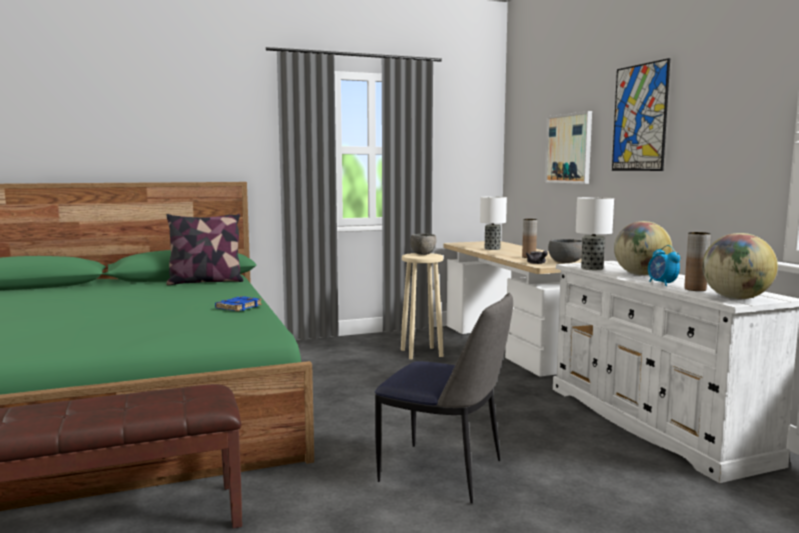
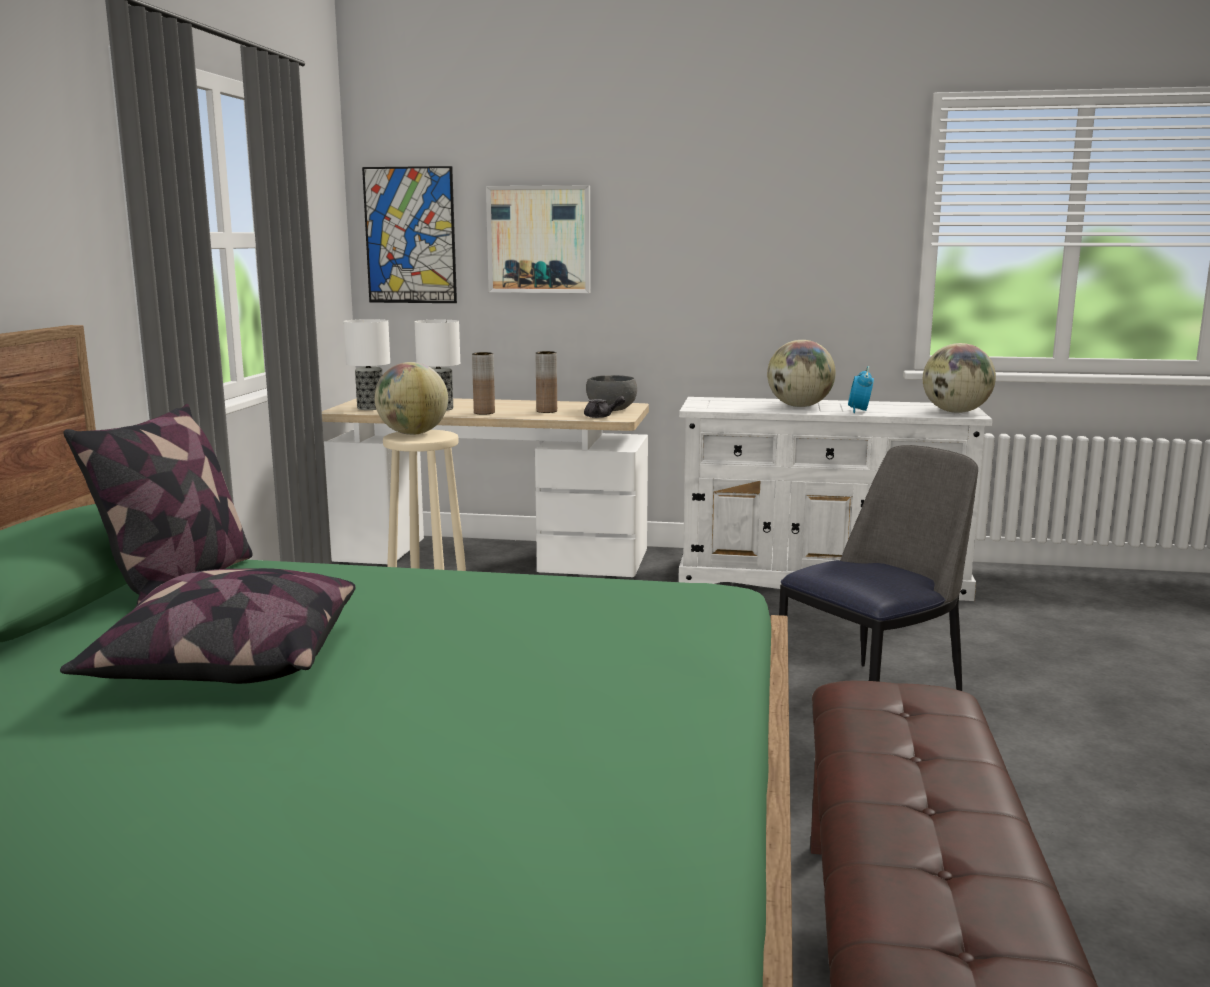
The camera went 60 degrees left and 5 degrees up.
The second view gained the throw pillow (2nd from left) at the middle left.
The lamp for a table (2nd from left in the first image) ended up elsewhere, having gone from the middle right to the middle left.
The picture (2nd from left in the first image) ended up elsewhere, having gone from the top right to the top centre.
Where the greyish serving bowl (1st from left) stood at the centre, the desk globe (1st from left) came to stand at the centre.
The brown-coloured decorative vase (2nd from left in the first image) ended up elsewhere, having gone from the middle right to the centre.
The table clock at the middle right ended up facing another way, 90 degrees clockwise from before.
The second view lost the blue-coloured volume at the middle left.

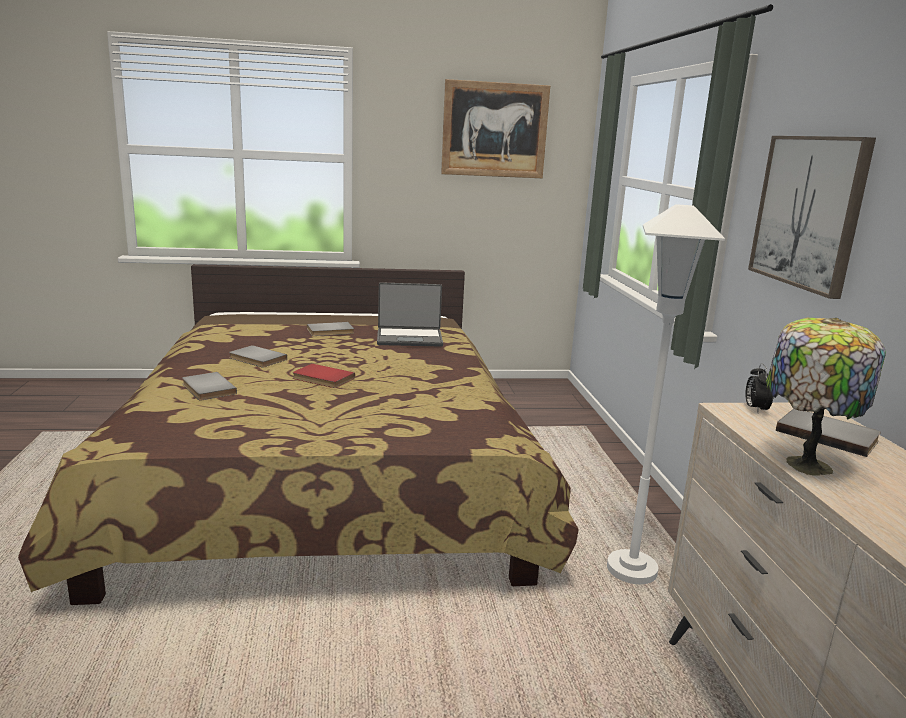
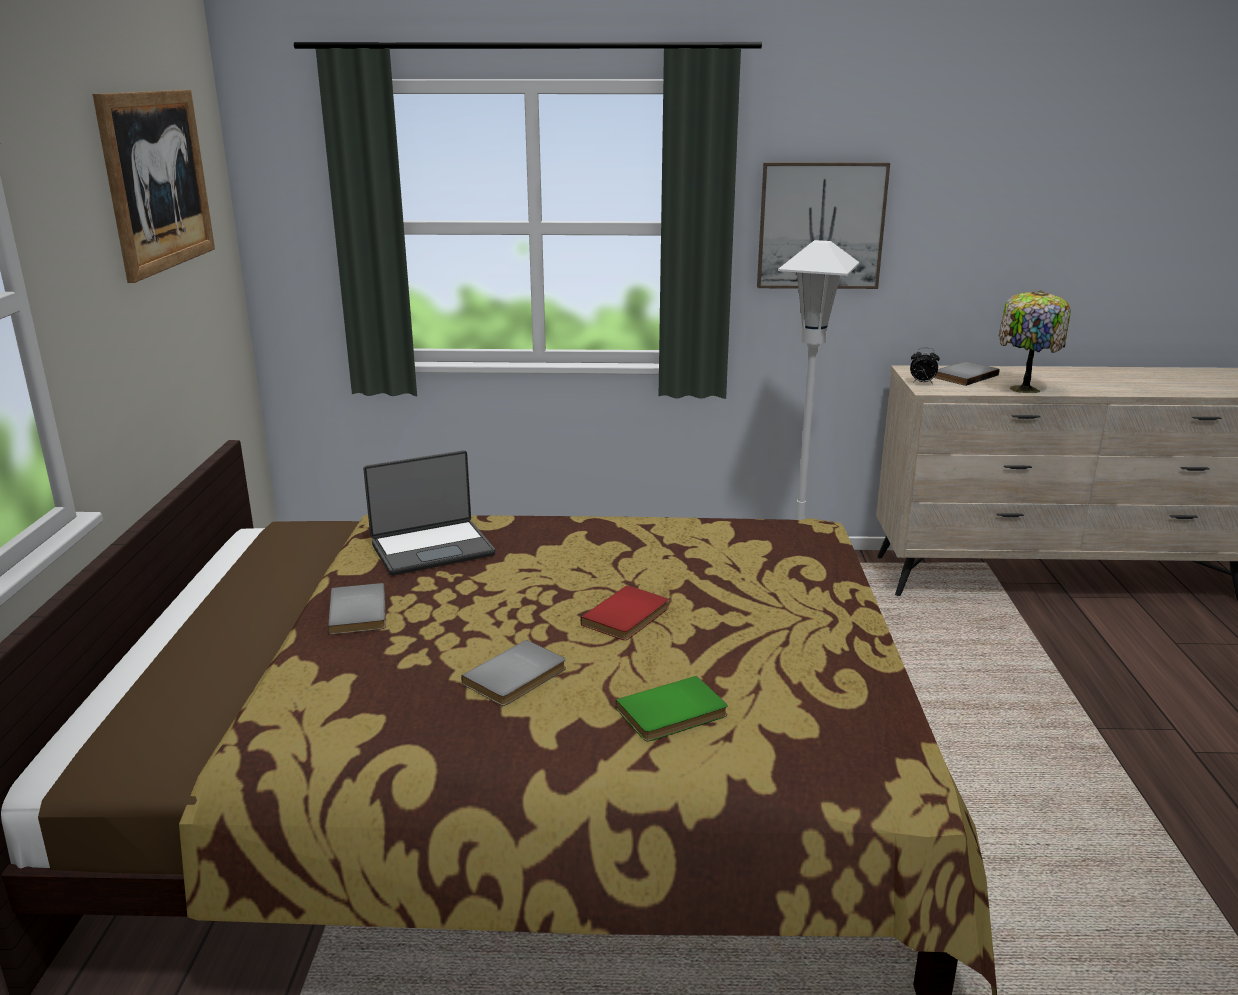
The camera went 80 degrees left and 5 degrees up.
The portable computer at the centre ended up facing another way, 60 degrees clockwise from before.
What was the greyish volume (1st from left) at the middle left turned into the greenish volume at the bottom centre.

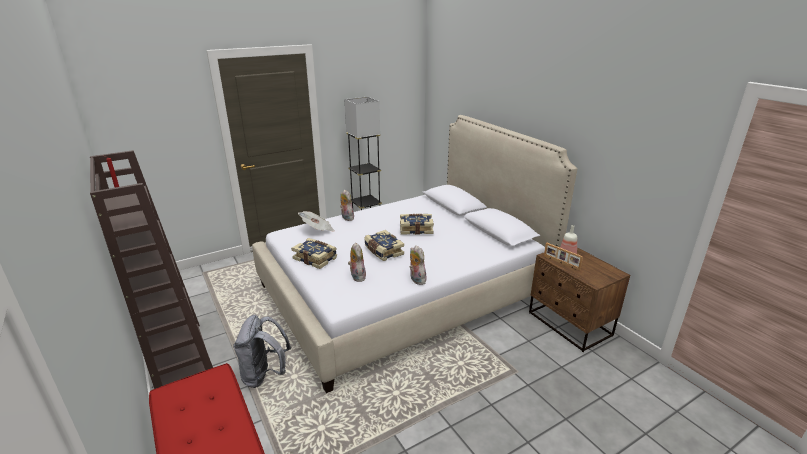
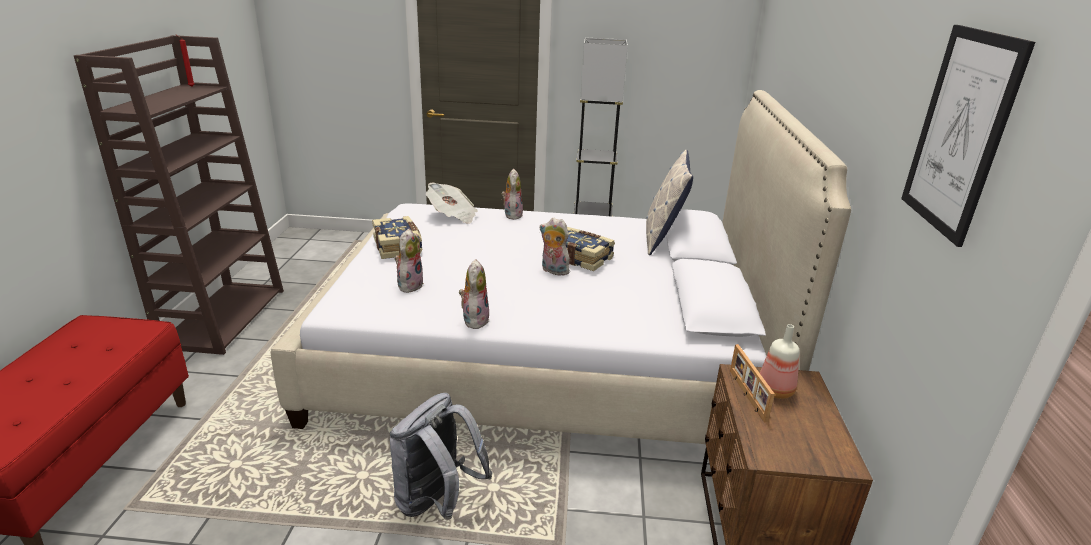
The camera went 35 degrees right and 0 degrees up.
The greyish backpack ended up elsewhere, having gone from the bottom left to the bottom centre.
The second view gained the cuddly toy (4th from left) at the centre.
The second view gained the throw pillow at the centre.
The second view gained the picture at the top right.
The second view lost the volume (2nd from left) at the centre.

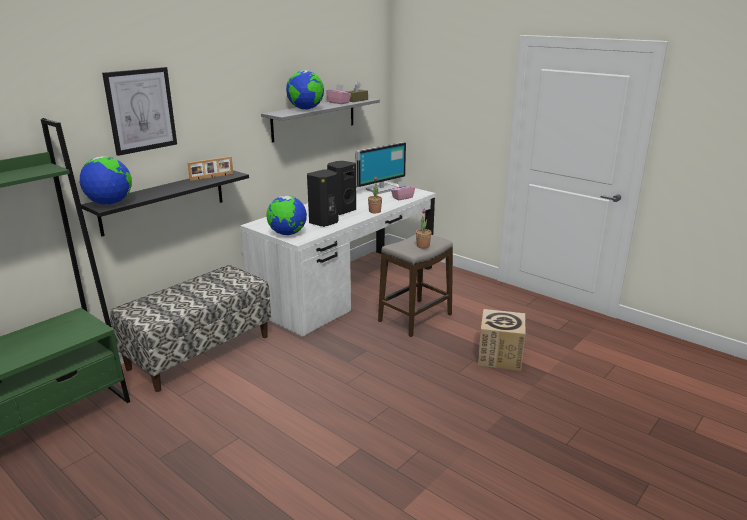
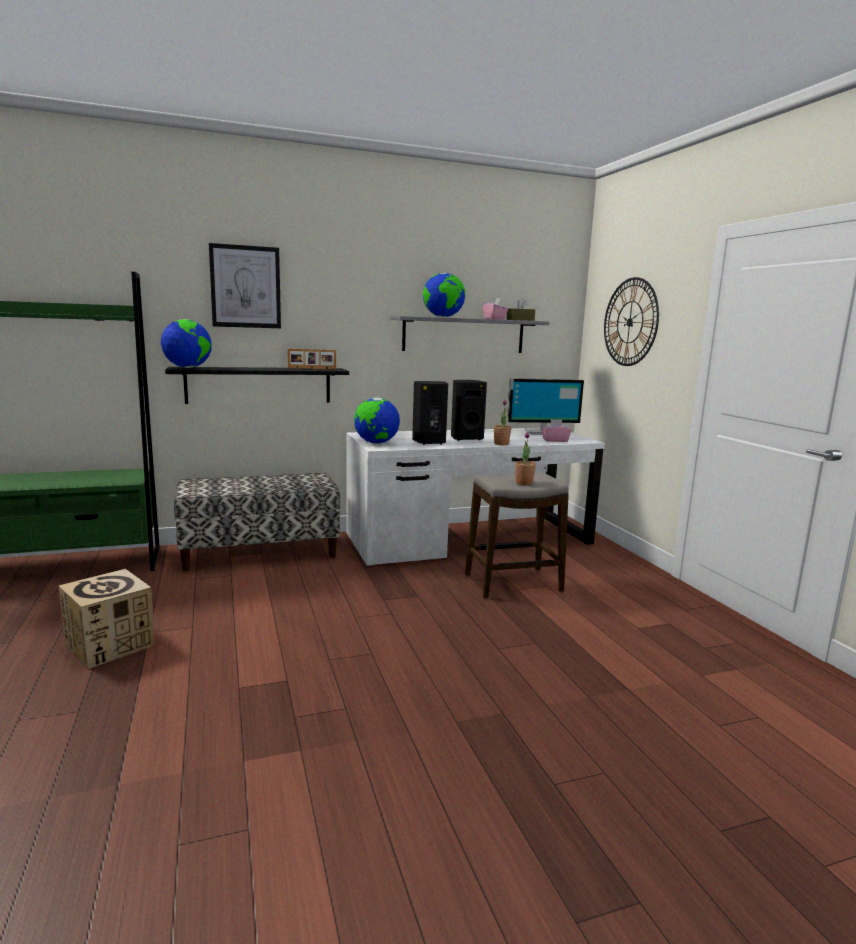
The camera went 30 degrees right and 10 degrees down.
The packing box ended up elsewhere, having gone from the middle right to the middle left.
The second view gained the clock on the wall at the middle right.

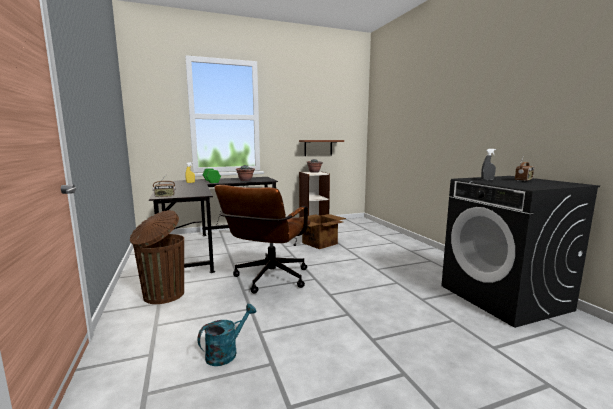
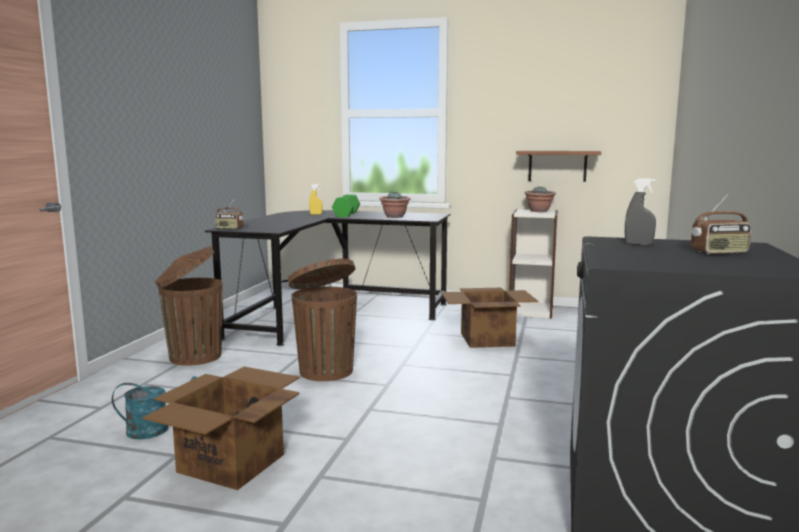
The camera went 35 degrees right and 0 degrees up.
The second view gained the packing box (1st from left) at the bottom left.
Where the brown-coloured computer chair stood at the centre, the brown-coloured waste bin (2nd from left) came to stand at the centre.

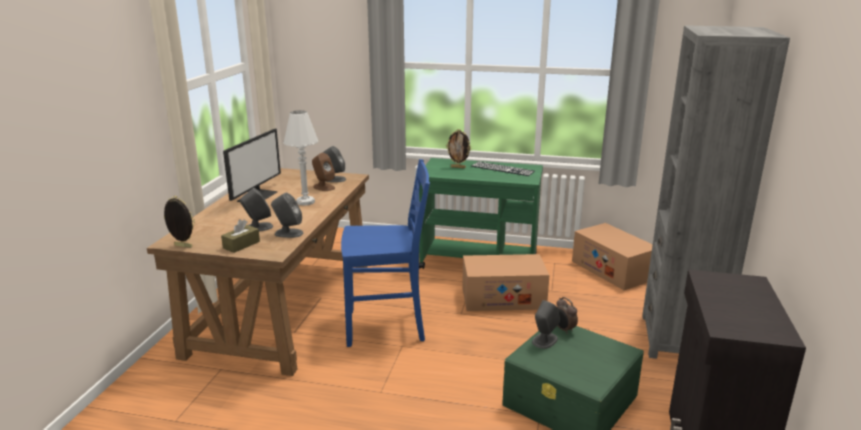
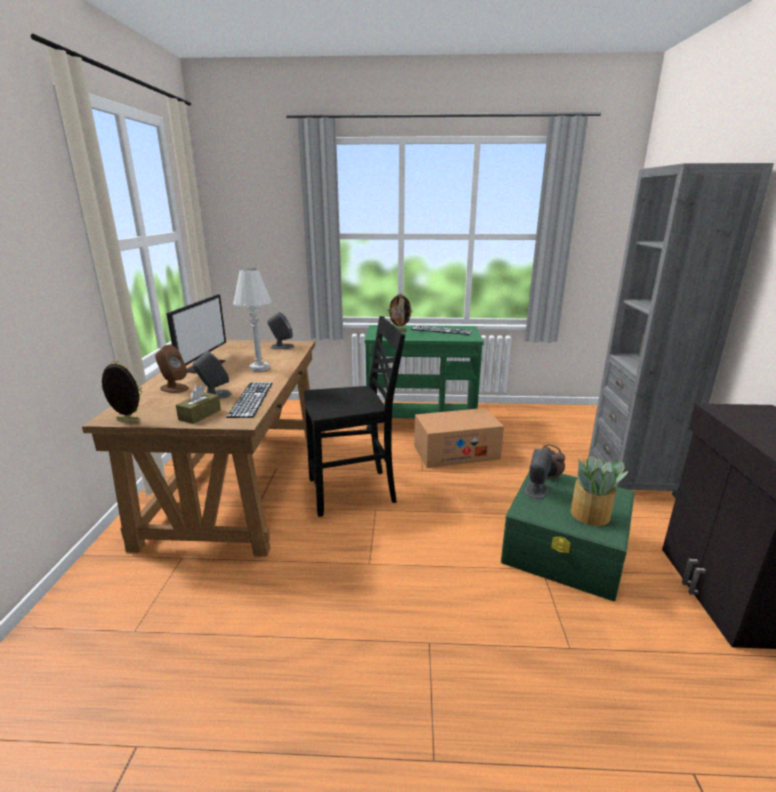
The camera went 10 degrees left and 0 degrees up.
The brown-coloured speaker ended up elsewhere, having gone from the centre to the middle left.
Where the greyish speaker (2nd from left) stood at the centre, the PC keyboard (1st from left) came to stand at the middle left.
What was the blue-coloured chair at the centre turned into the black chair at the centre.
The second view gained the plant in a pot at the middle right.
The second view lost the packing box (2nd from left) at the middle right.

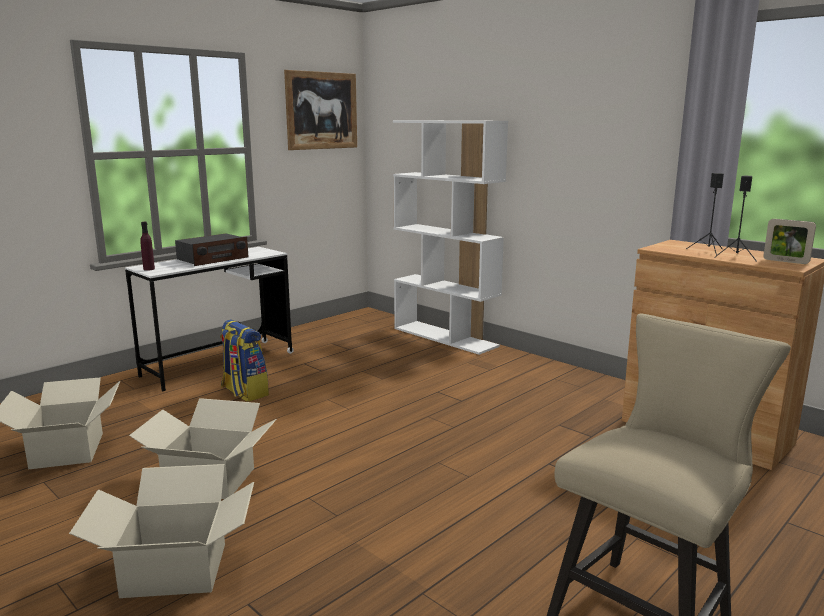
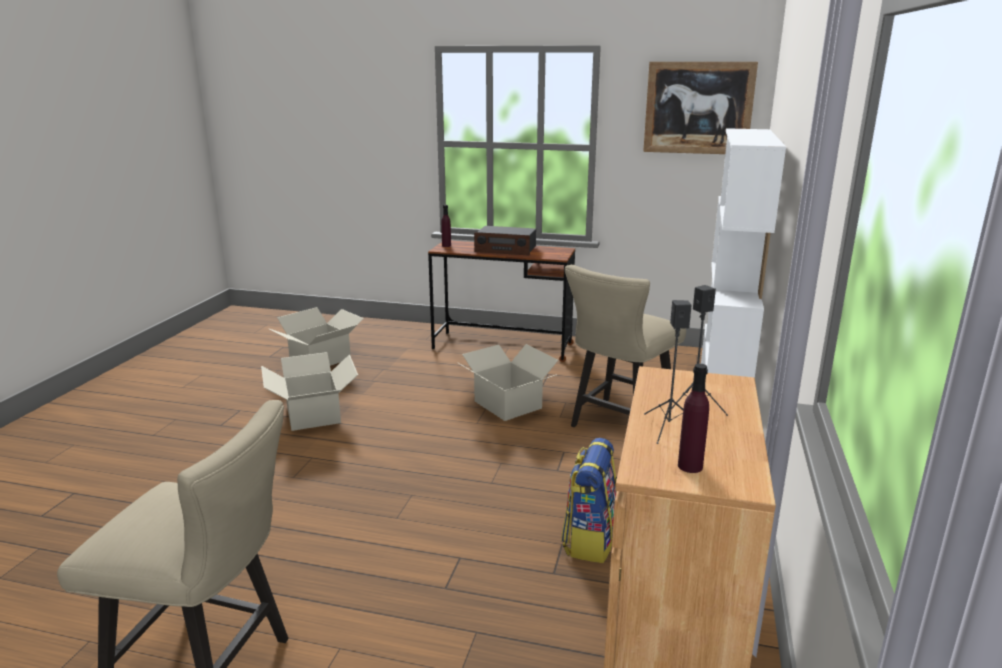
The camera went 60 degrees right and 5 degrees up.
What was the white desk table at the middle left turned into the brown-coloured desk table at the centre.
The packing box (2nd from left in the first image) ended up elsewhere, having gone from the bottom left to the centre.
The backpack ended up elsewhere, having gone from the middle left to the bottom centre.
The second view gained the beige chair (2nd from left) at the centre.
Where the standing frame stood at the middle right, the purplish drink bottle (2nd from left) came to stand at the middle right.

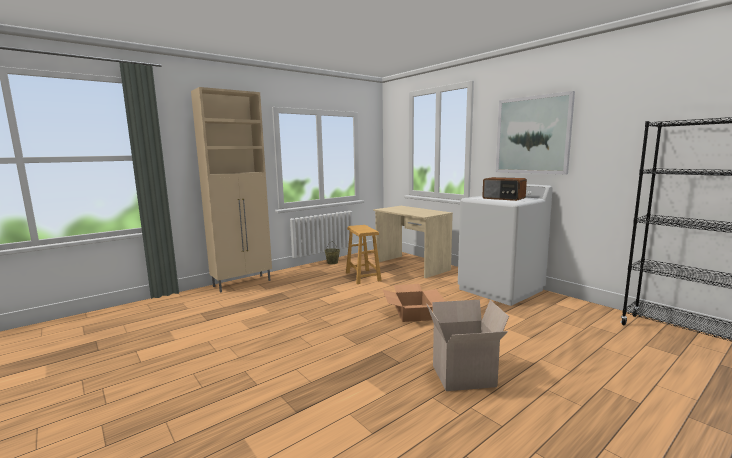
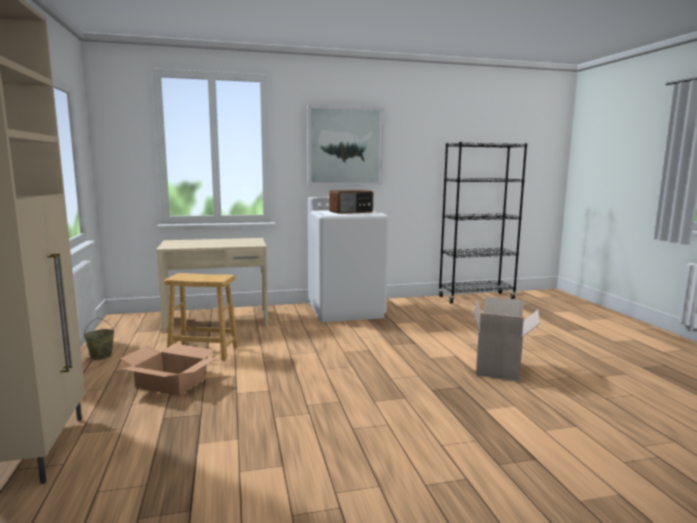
The camera went 65 degrees left and 0 degrees up.
The packing box (1st from left) ended up elsewhere, having gone from the centre to the bottom left.

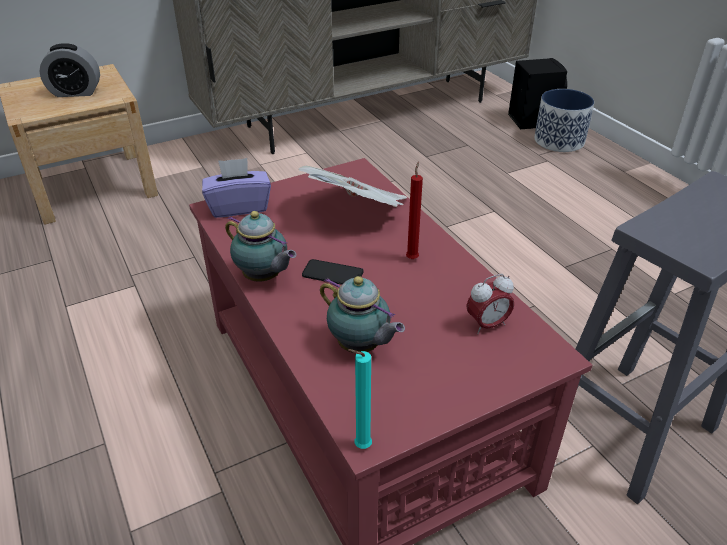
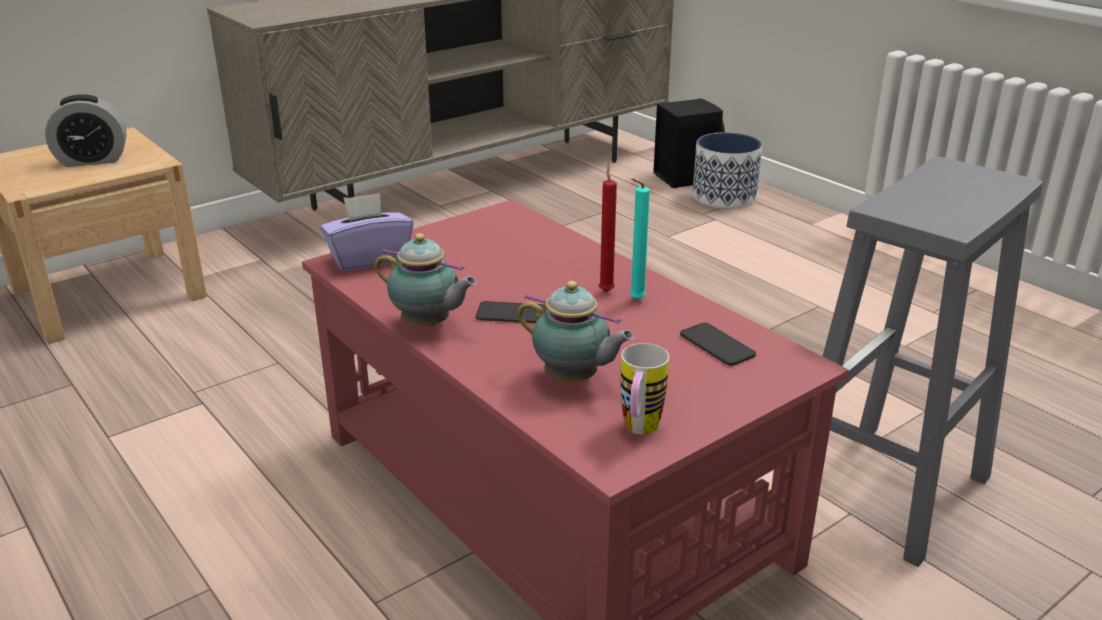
The camera went 10 degrees left and 10 degrees down.
The second view gained the coffee mug at the centre.
The turquoise-coloured candle ended up elsewhere, having gone from the bottom centre to the centre.
Where the table clock (2nd from left) stood at the middle right, the telephone (2nd from left) came to stand at the centre.
The second view lost the daily paper at the centre.

